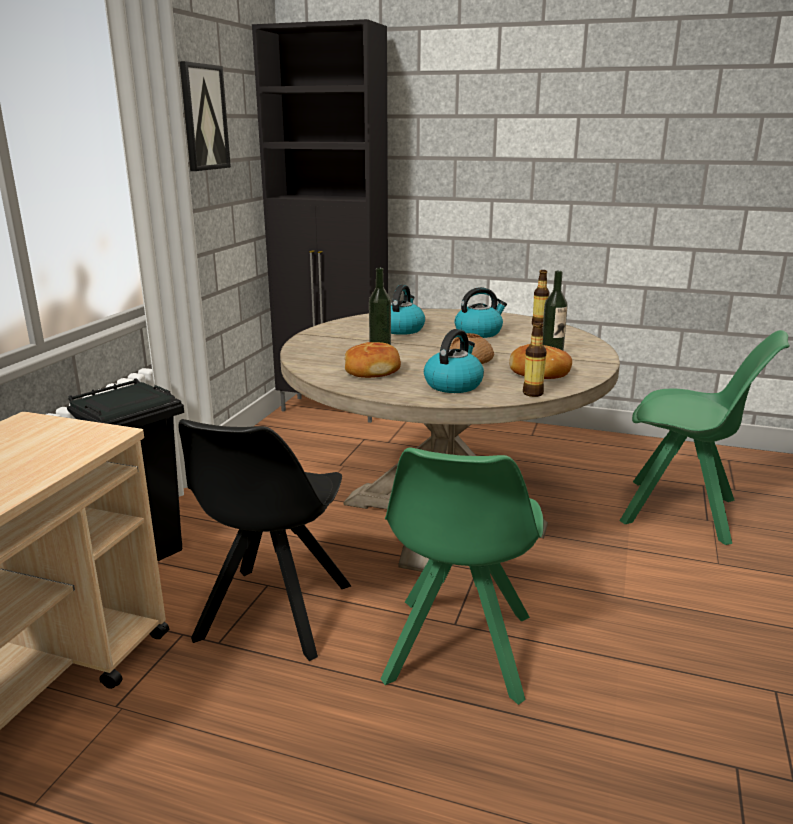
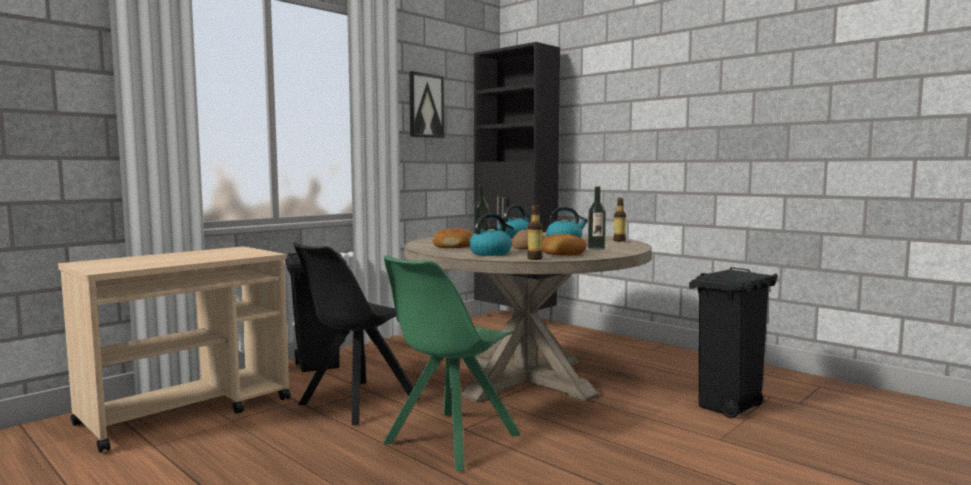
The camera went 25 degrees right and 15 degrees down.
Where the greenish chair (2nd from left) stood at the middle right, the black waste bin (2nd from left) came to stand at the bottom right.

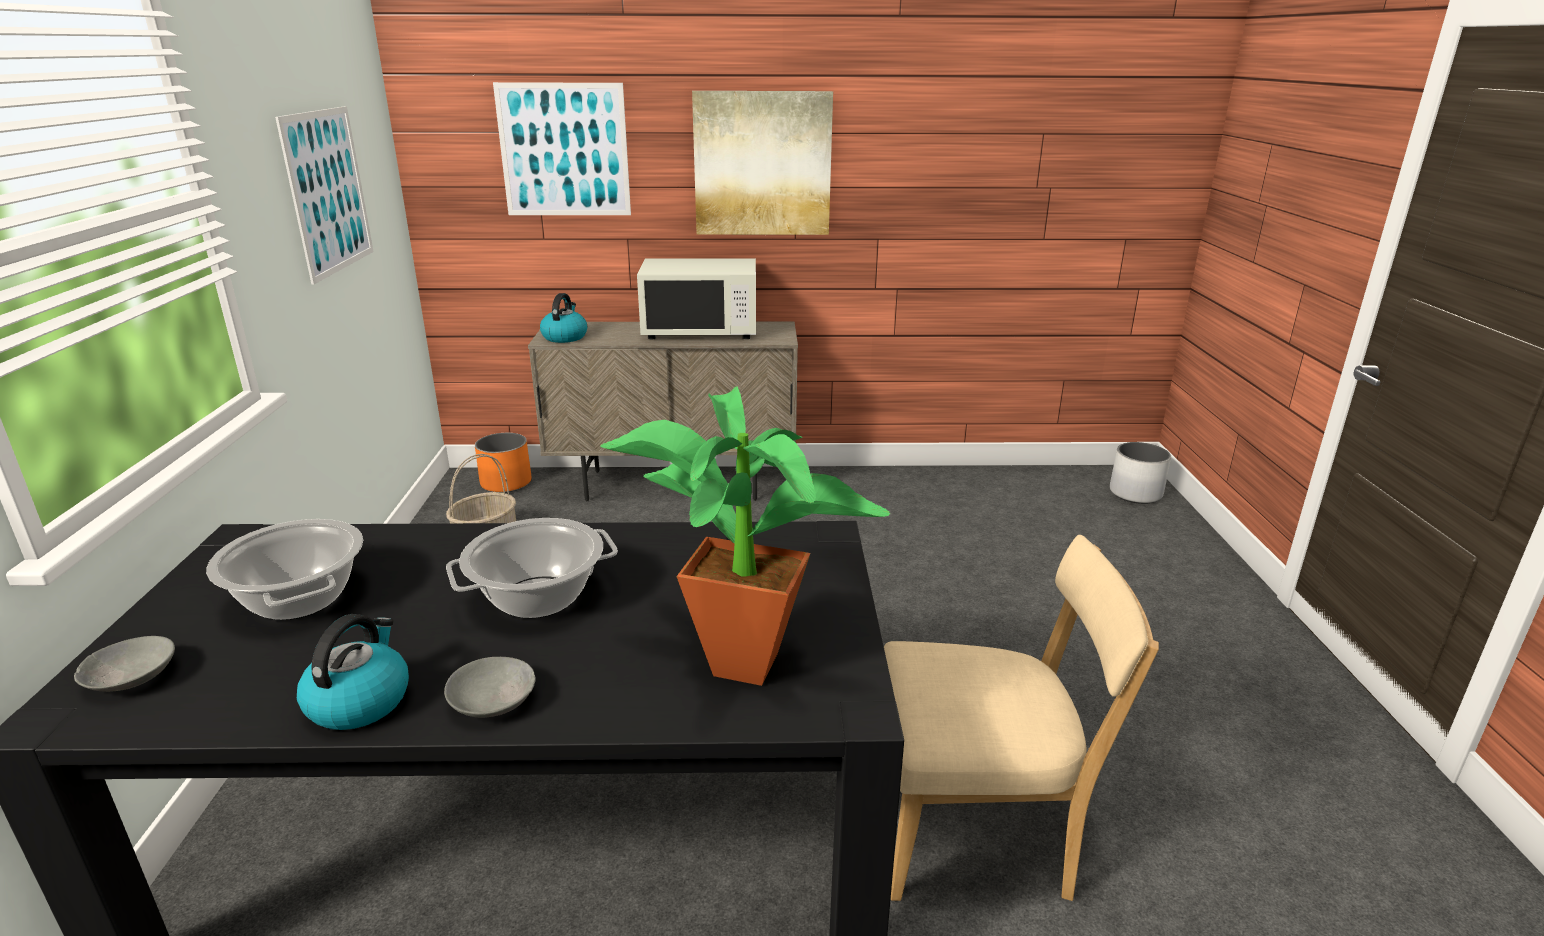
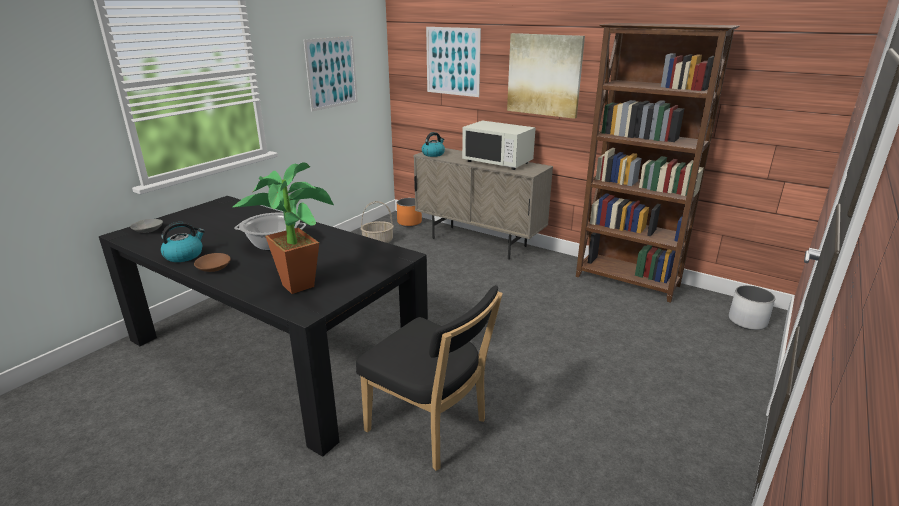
The camera went 35 degrees right and 0 degrees up.
What was the greyish serving bowl (2nd from left) at the bottom left turned into the brown-coloured serving bowl at the middle left.
What was the beige chair at the bottom centre turned into the black chair at the bottom centre.
The second view gained the brown-coloured bookshelf at the top right.
The second view lost the stockpot (1st from left) at the middle left.

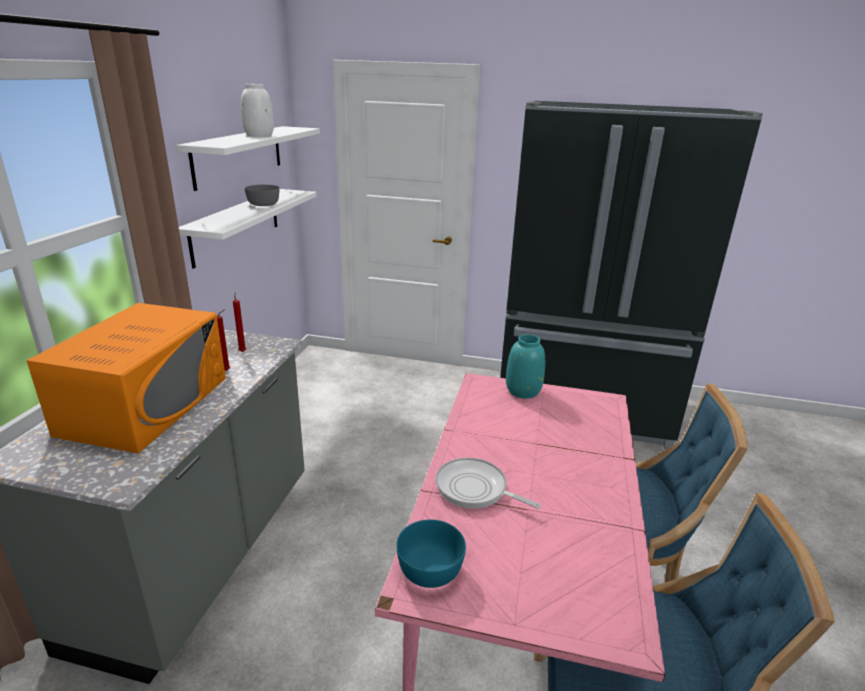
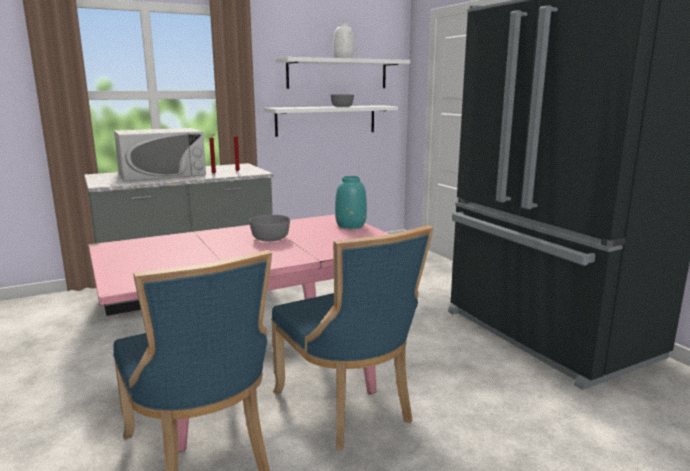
The camera went 50 degrees right and 10 degrees down.
What was the orange kitchen microwave at the middle left turned into the white kitchen microwave at the top left.
The second view gained the greyish serving bowl (1st from left) at the centre.
The second view lost the turquoise-coloured serving bowl at the bottom centre.
The second view lost the frying pan at the bottom centre.

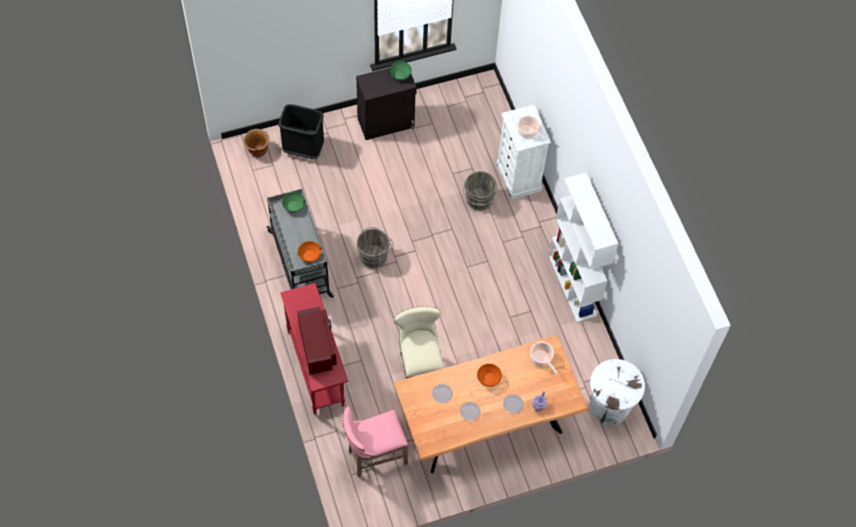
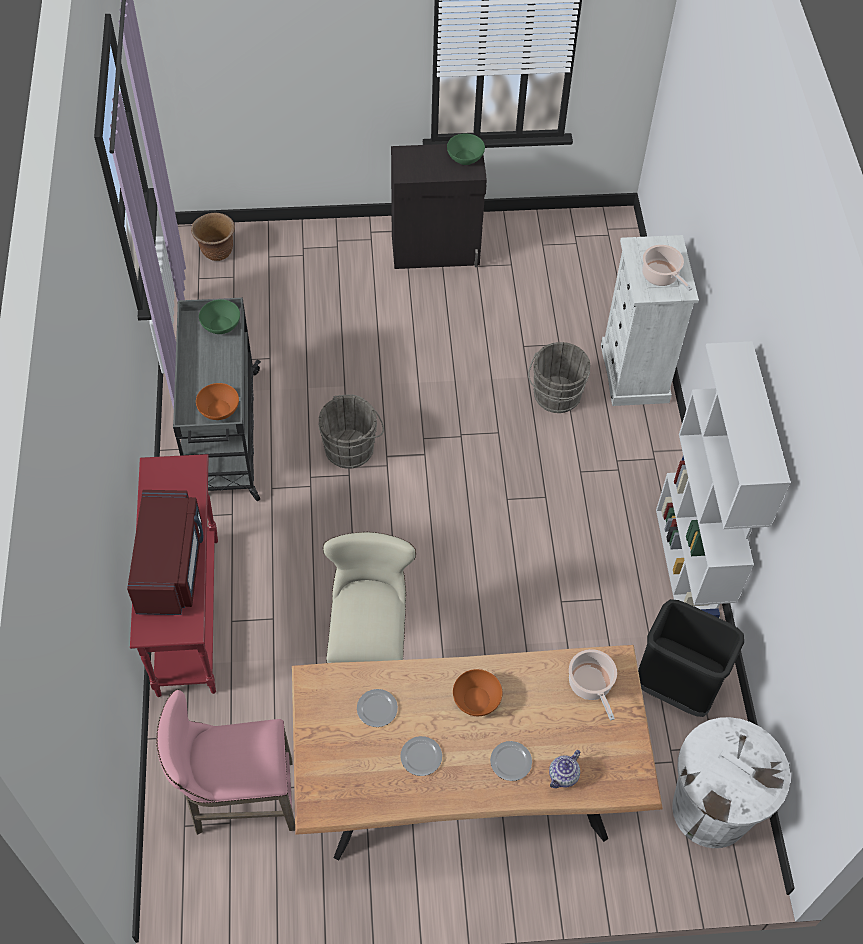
The camera went 15 degrees right and 5 degrees down.
The black waste bin ended up elsewhere, having gone from the top centre to the bottom right.

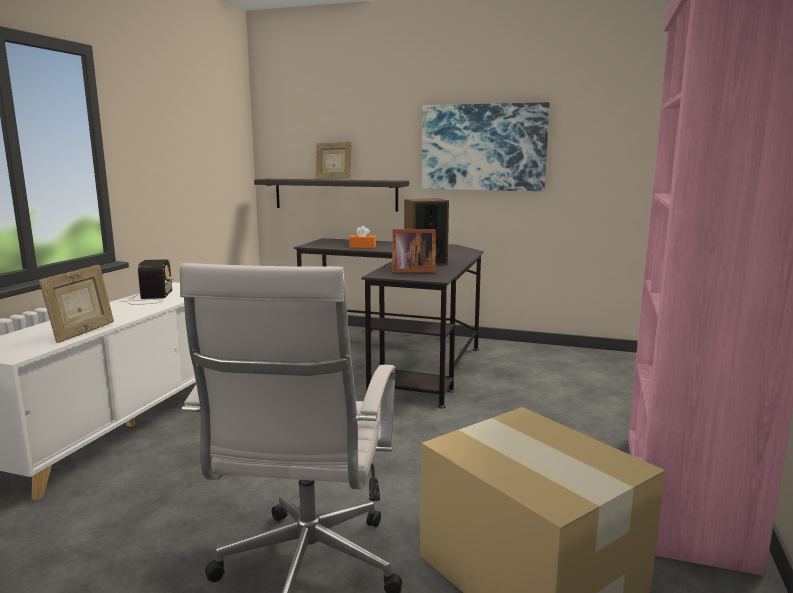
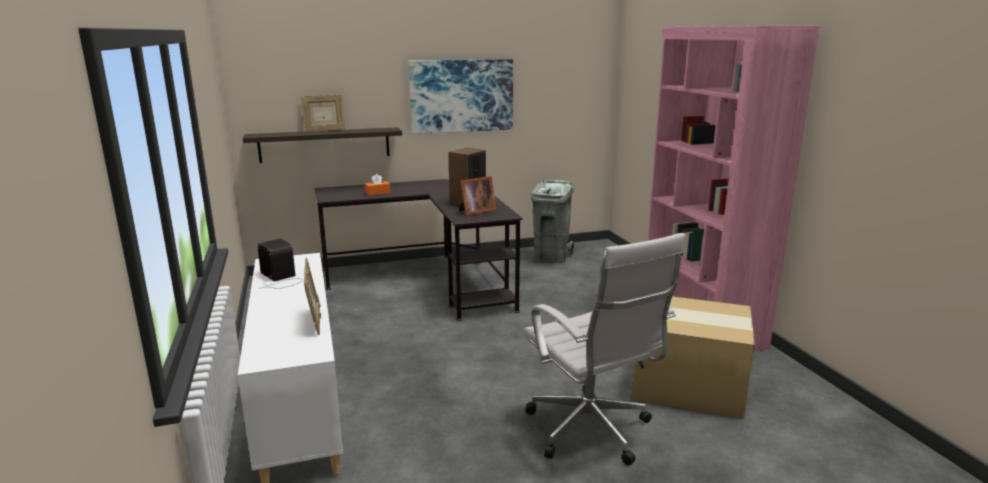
The camera went 35 degrees left and 5 degrees up.
The second view gained the greyish waste bin at the centre.

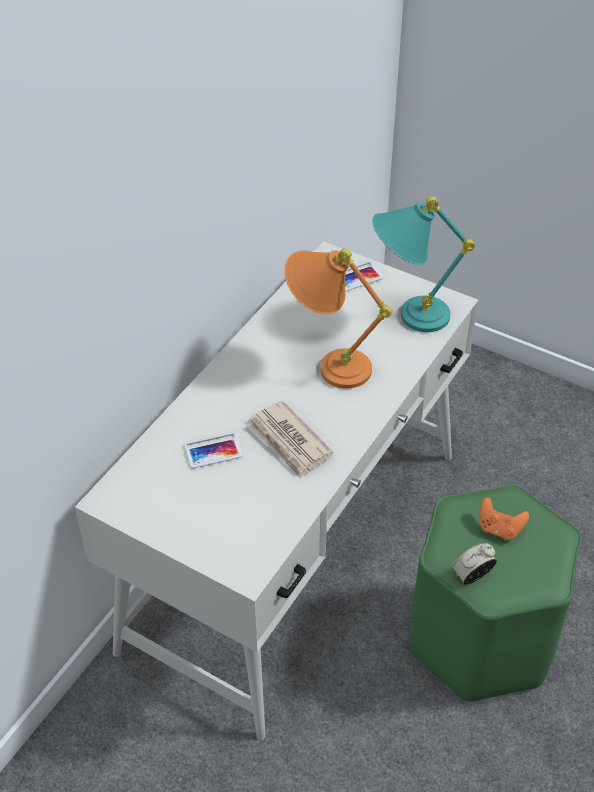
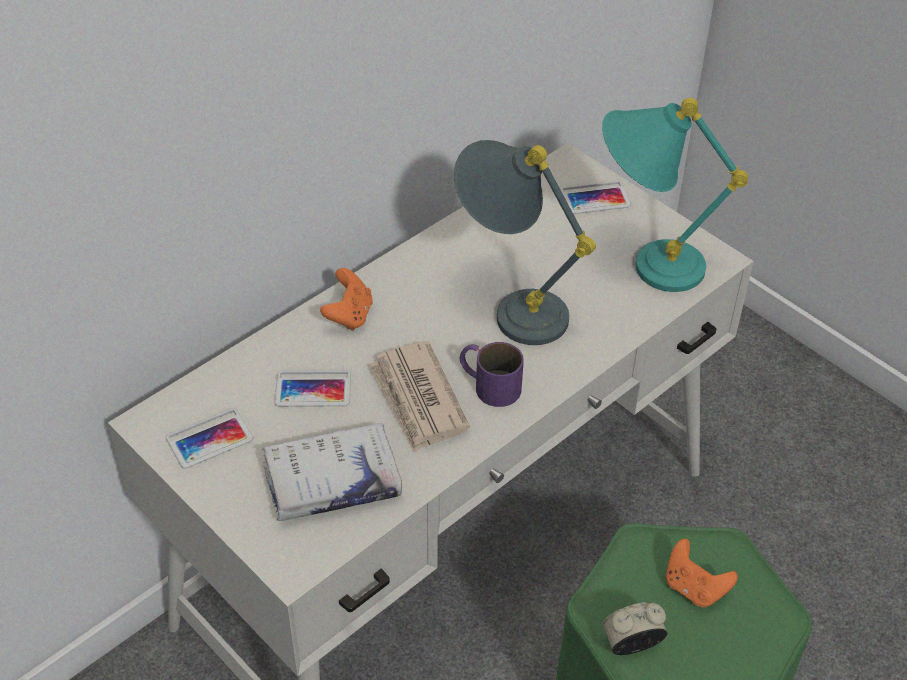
The camera went 15 degrees right and 0 degrees up.
The second view gained the telephone (1st from left) at the middle left.
The second view gained the white volume at the bottom centre.
The second view gained the orange gamepad (1st from left) at the centre.
What was the orange lamp for a table at the centre turned into the greyish lamp for a table at the centre.
The second view gained the purplish coffee mug at the centre.

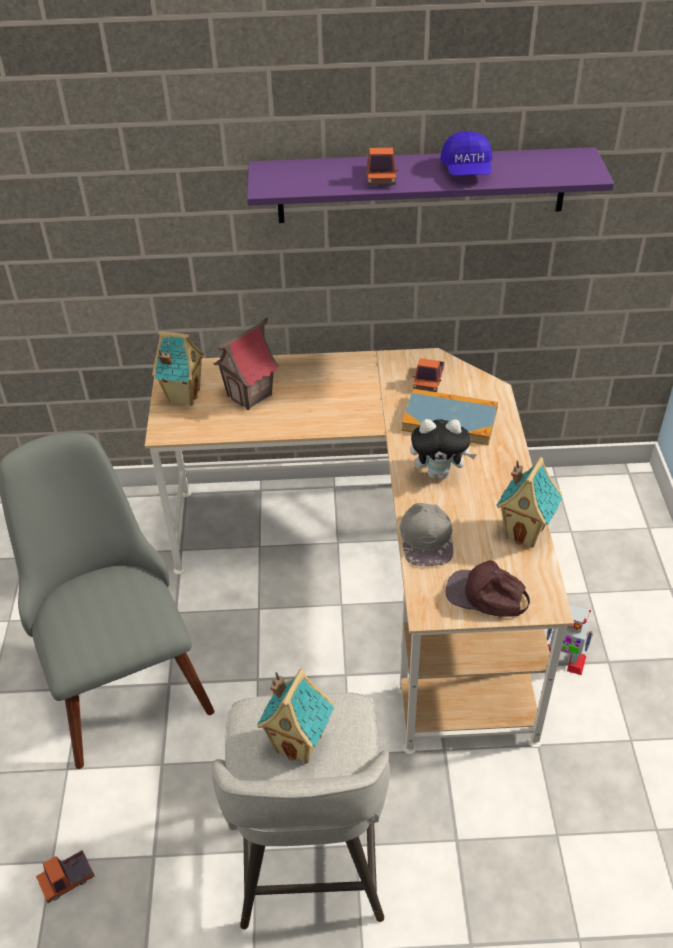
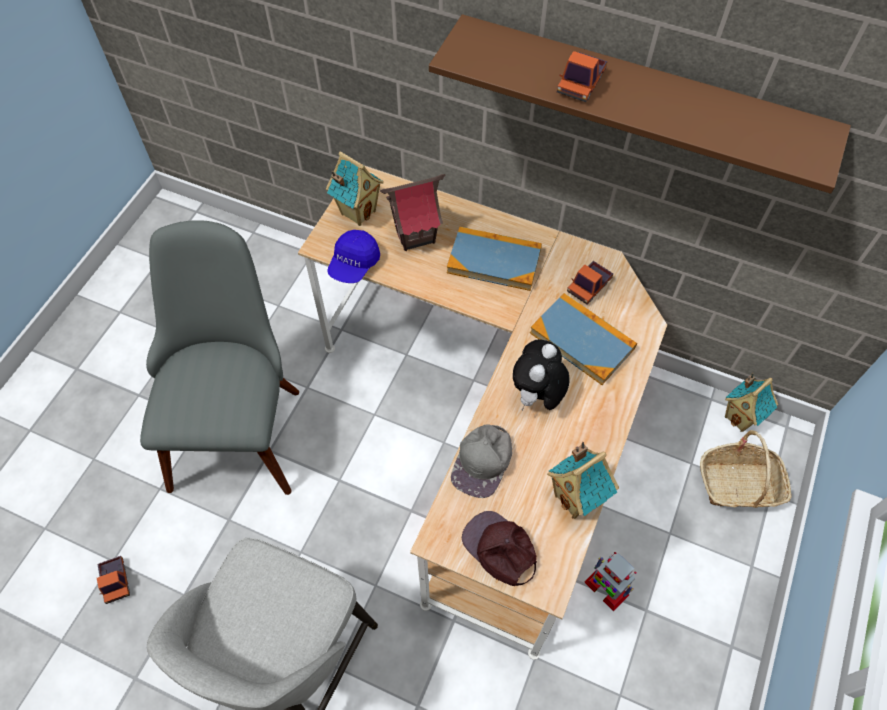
The camera went 25 degrees right and 15 degrees up.
The toy truck (1st from left) at the bottom left ended up facing another way, 105 degrees counterclockwise from before.
The blue-coloured peaked cap ended up elsewhere, having gone from the top right to the centre.
What was the purplish shelf at the top centre turned into the brown-coloured shelf at the top right.
The second view gained the volume (1st from left) at the centre.
The cuddly toy at the centre ended up facing another way, 90 degrees clockwise from before.
The second view gained the household basket at the middle right.
The toy house (3rd from left in the first image) ended up elsewhere, having gone from the bottom centre to the middle right.

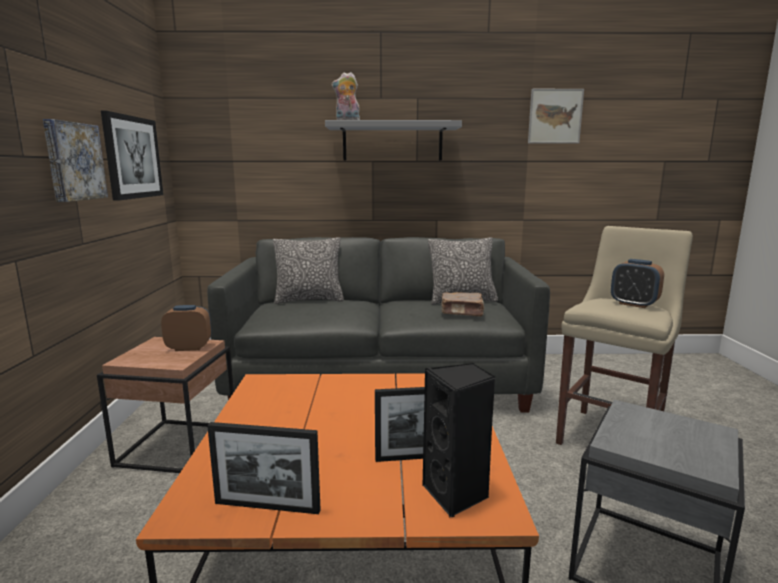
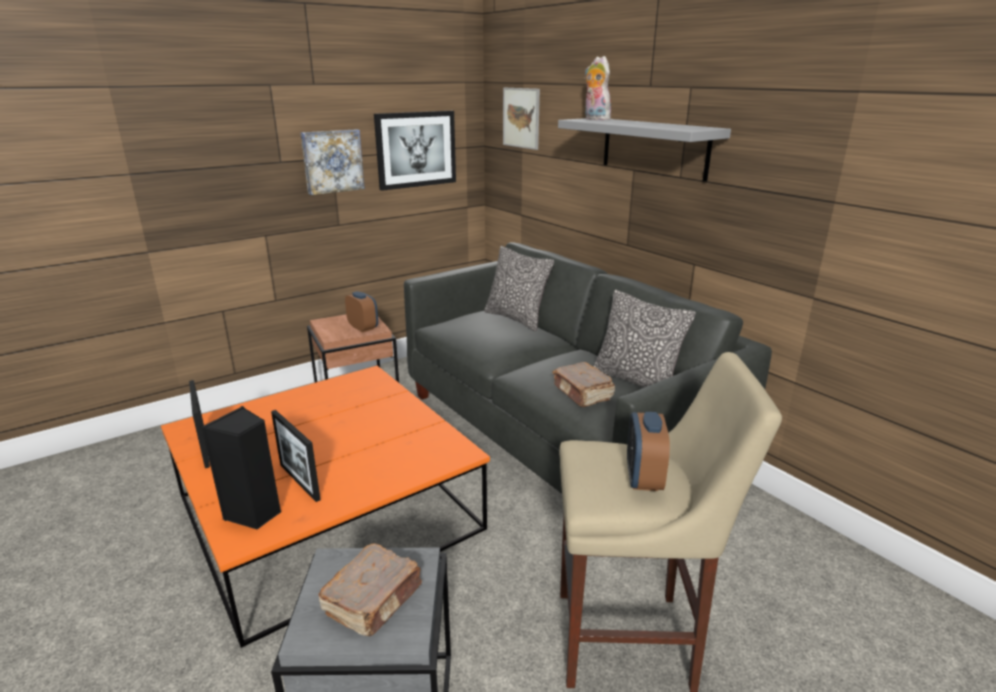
The camera went 55 degrees right and 10 degrees up.
The second view gained the brown-coloured volume (1st from left) at the bottom centre.
The picture (3rd from left) ended up elsewhere, having gone from the top right to the top centre.

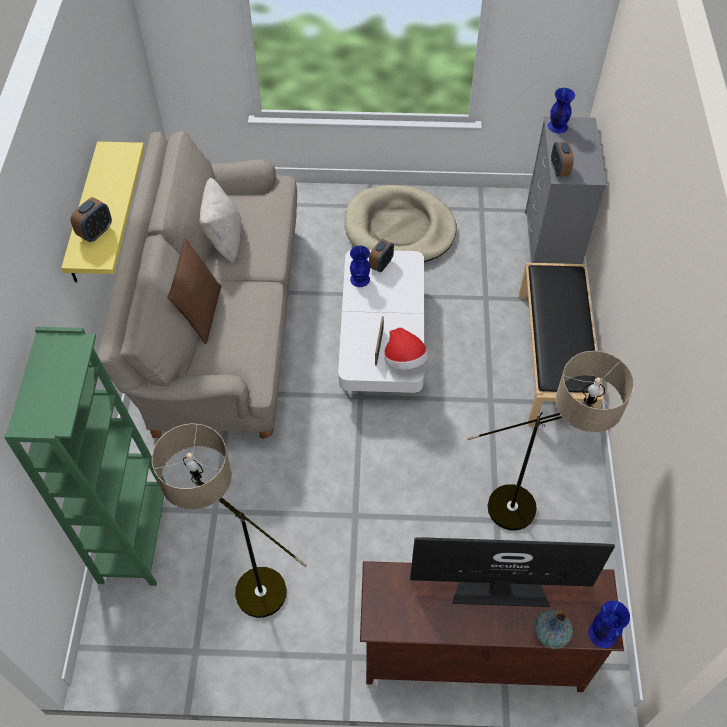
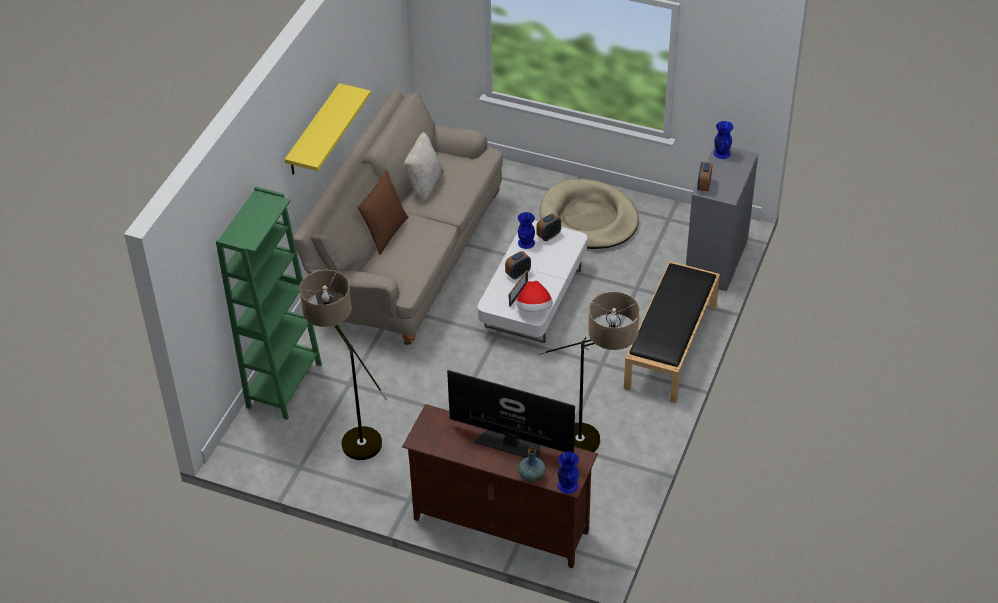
The camera went 20 degrees right and 10 degrees down.
The table clock (1st from left) ended up elsewhere, having gone from the top left to the centre.

